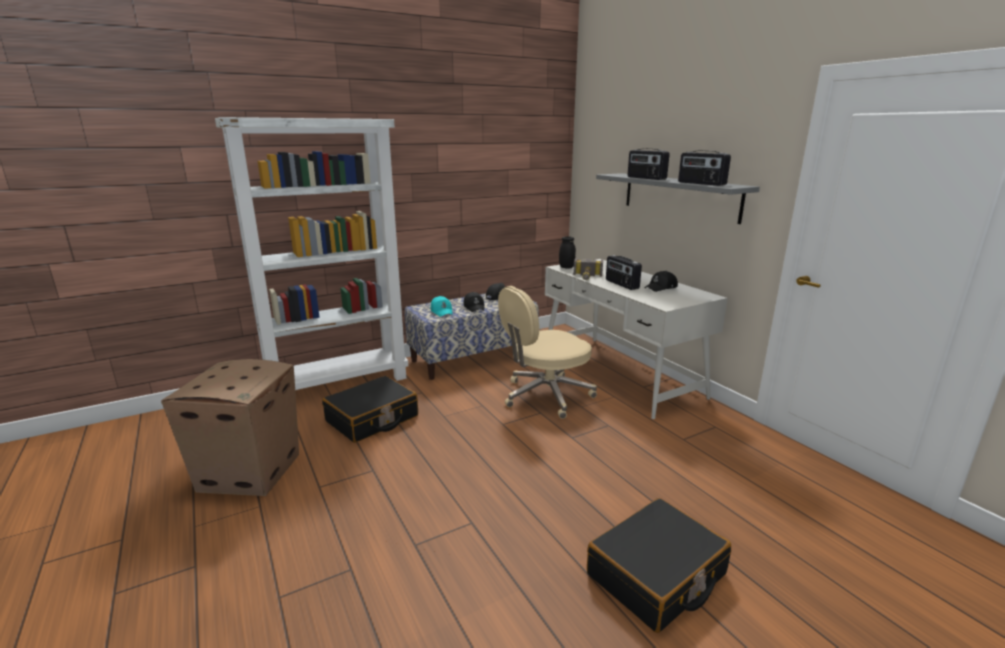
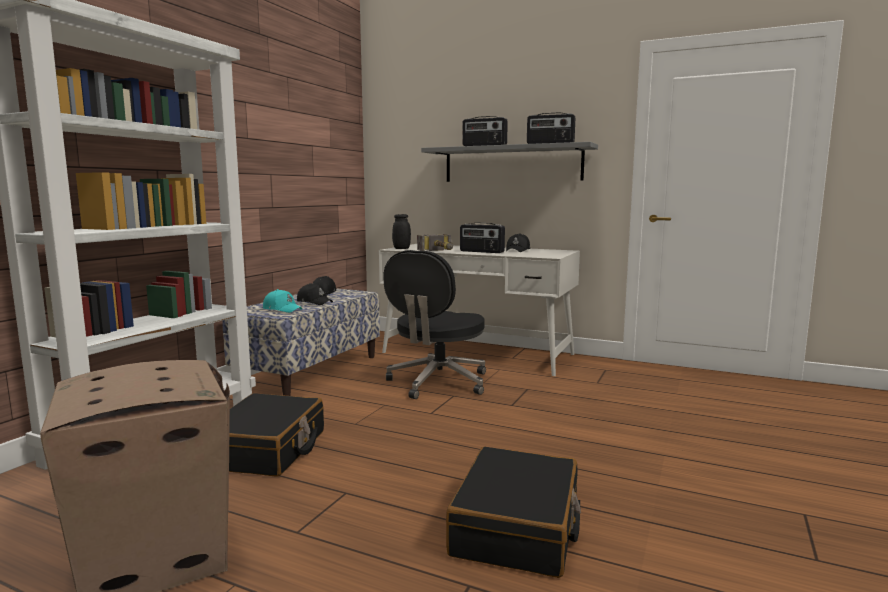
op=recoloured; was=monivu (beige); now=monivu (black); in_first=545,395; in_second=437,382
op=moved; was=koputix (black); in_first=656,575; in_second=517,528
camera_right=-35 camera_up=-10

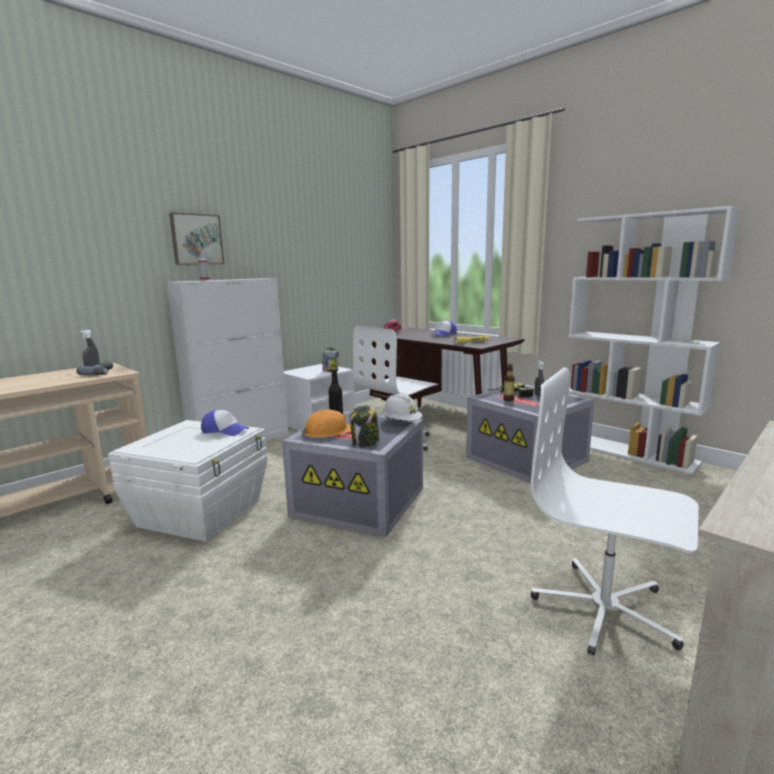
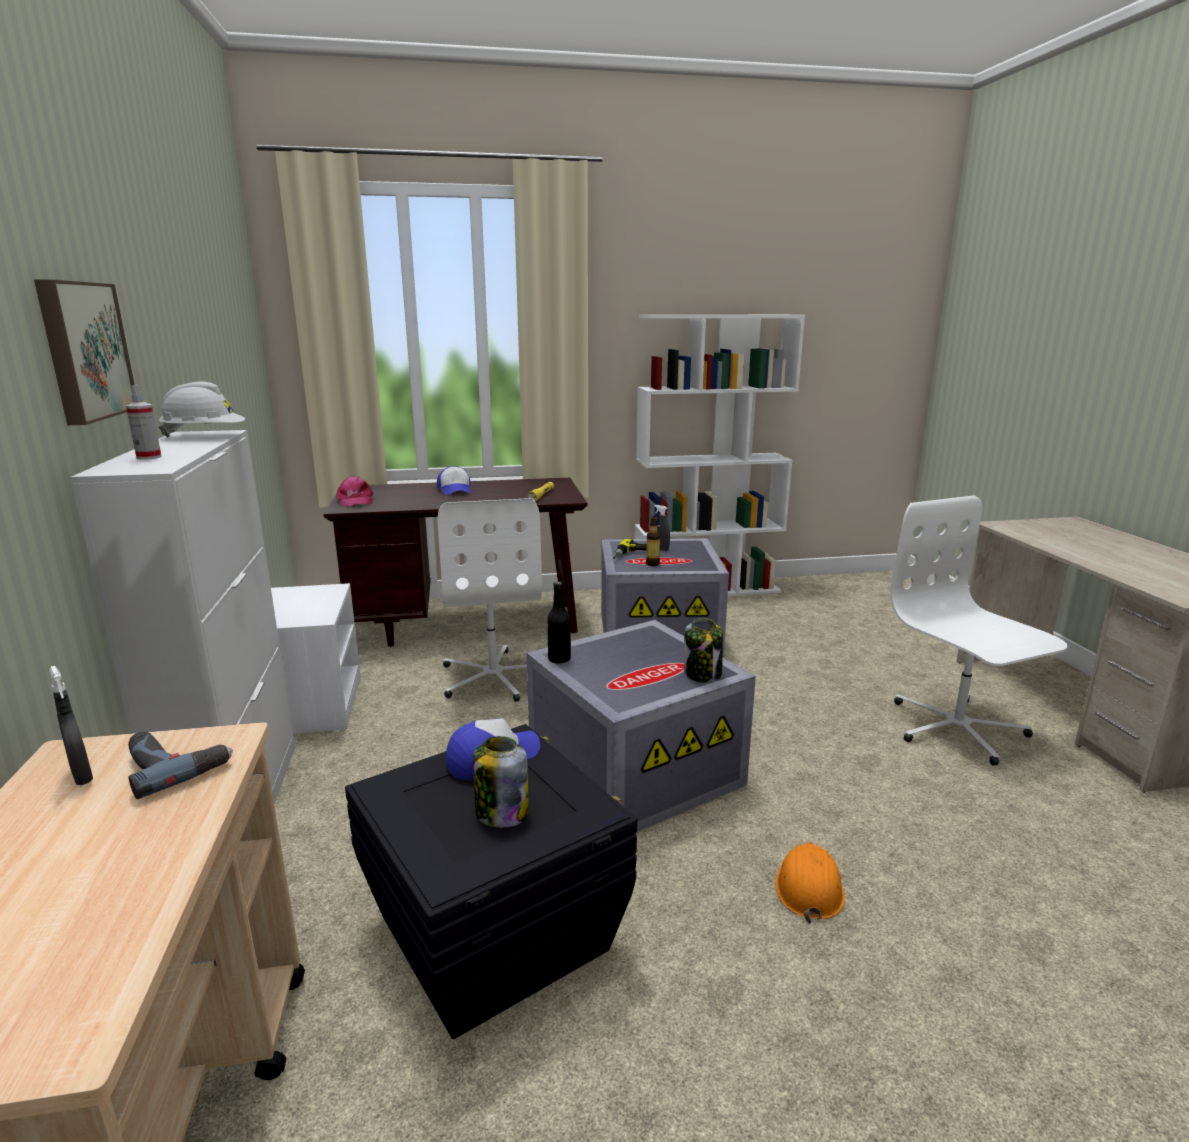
op=recoloured; was=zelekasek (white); now=zelekasek (black); in_first=201,512; in_second=494,931
op=moved; was=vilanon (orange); in_first=328,432; in_second=808,887
op=moved; was=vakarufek; in_first=330,371; in_second=501,812
op=moved; was=vilanon (white); in_first=402,422; in_second=205,436
op=turned; was=monivu (white); in_first=604,609; in_second=956,728; clockwise=90
camera_right=-55 camera_up=5

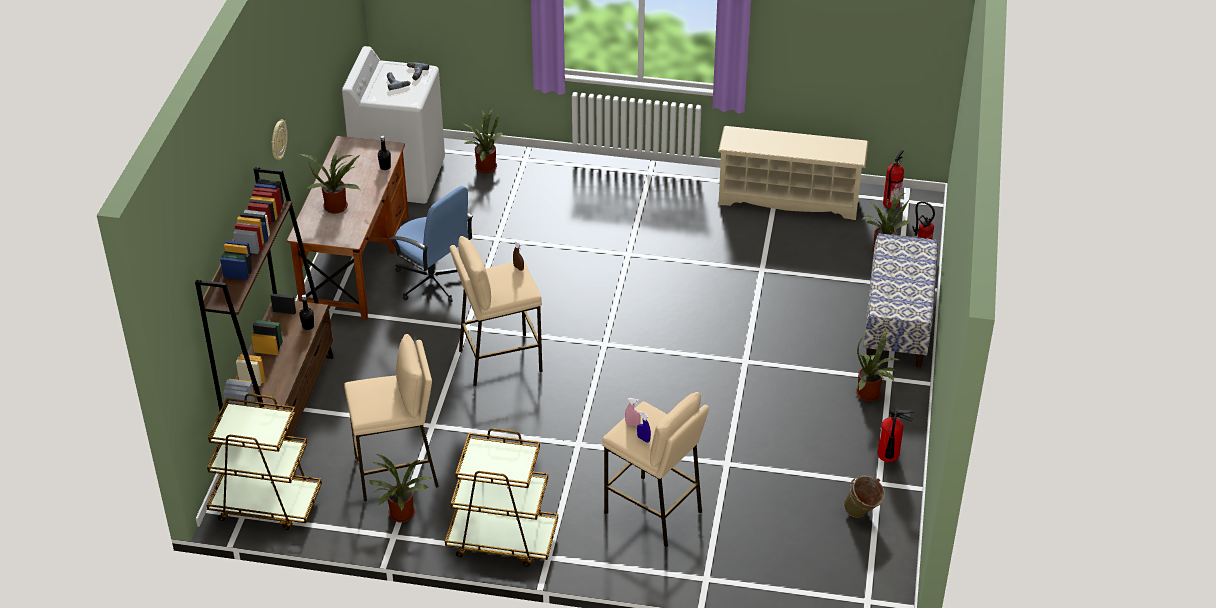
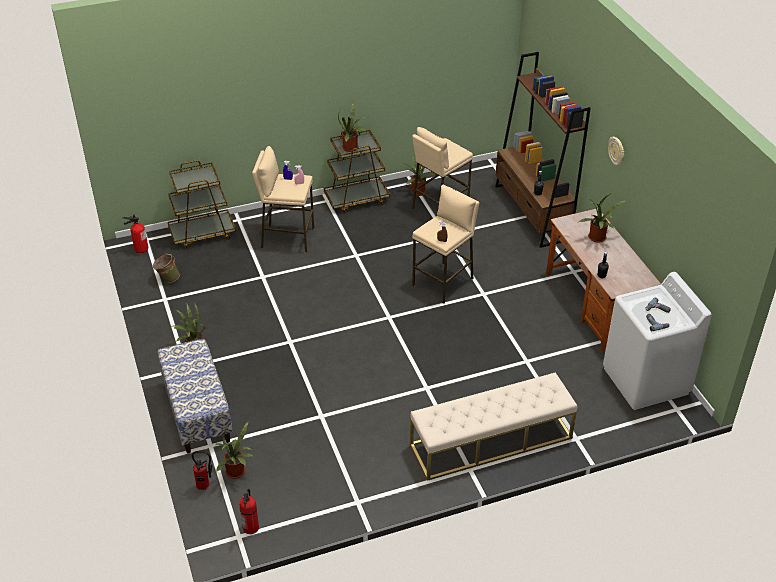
op=moved; was=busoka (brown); in_first=265,504; in_second=203,233
op=removed; was=monivu (blue); in_first=432,281
op=moved; was=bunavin; in_first=484,166; in_second=352,148
op=removed; was=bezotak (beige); in_first=789,199
op=moved; was=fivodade; in_first=889,459; in_second=140,249
op=added; now=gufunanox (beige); in_second=490,441
camera_right=150 camera_up=0

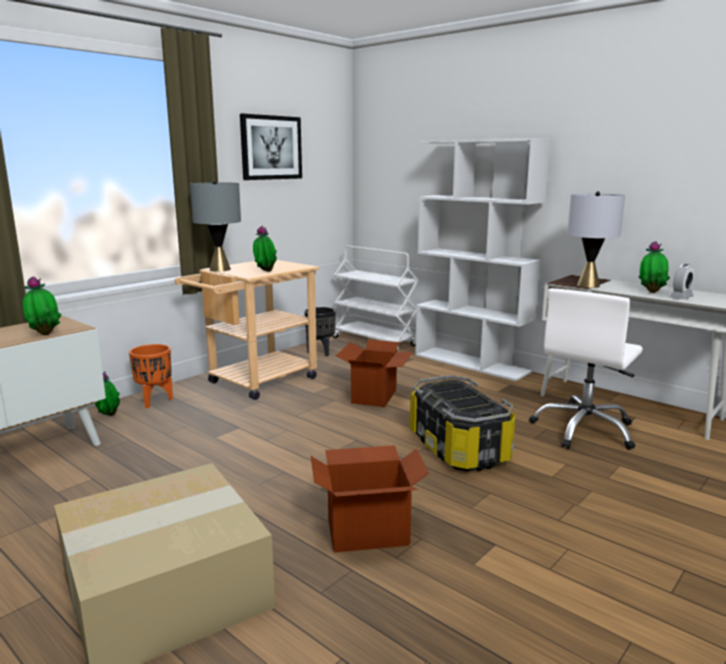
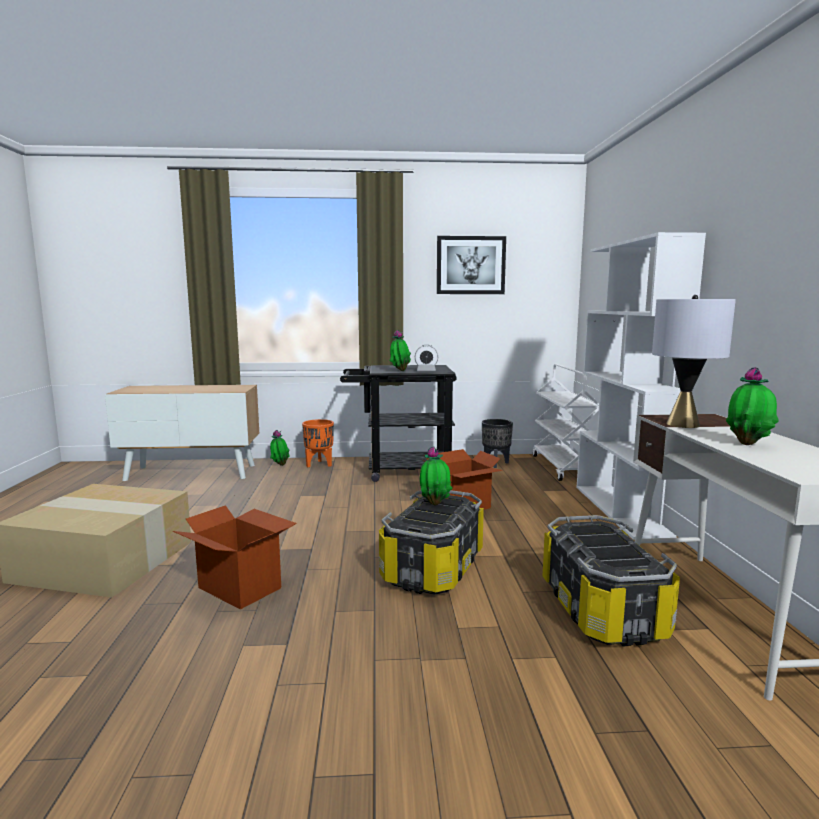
op=moved; was=bunavin; in_first=44,334; in_second=435,503
op=recoloured; was=busoka (beige); now=busoka (black); in_first=255,383; in_second=400,471
op=removed; was=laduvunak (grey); in_first=219,269
op=replaced; was=monivu (white); now=zelekasek; in_first=584,430; in_second=601,609
op=moved; was=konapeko; in_first=681,297; in_second=426,371
camera_right=45 camera_up=-5

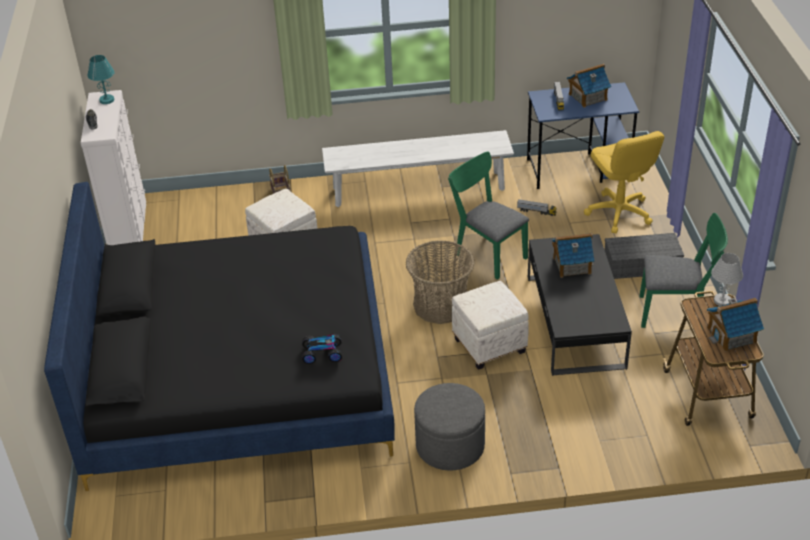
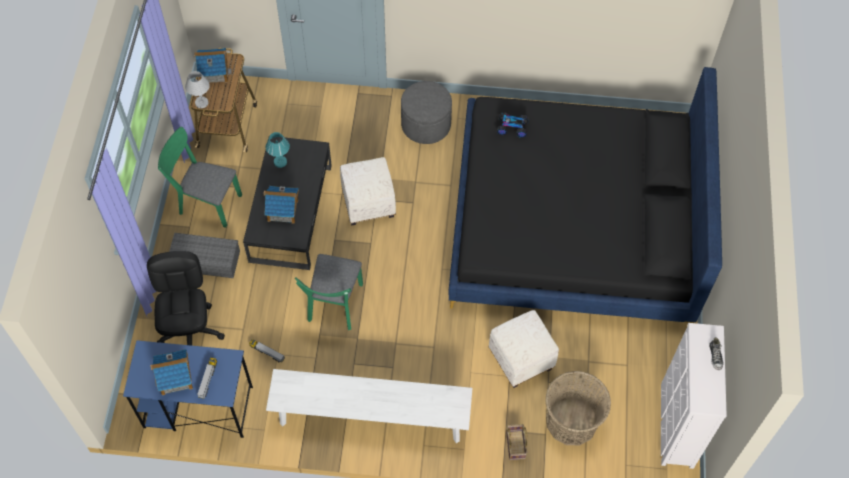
op=moved; was=laduvunak (turquoise); in_first=106,100; in_second=280,162
op=moved; was=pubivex; in_first=441,305; in_second=571,421
op=turned; was=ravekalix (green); in_first=487,253; in_second=334,307; clockwise=45
op=recoloured; was=monivu (yellow); now=monivu (black); in_first=618,213; in_second=191,331
camera_right=-170 camera_up=20

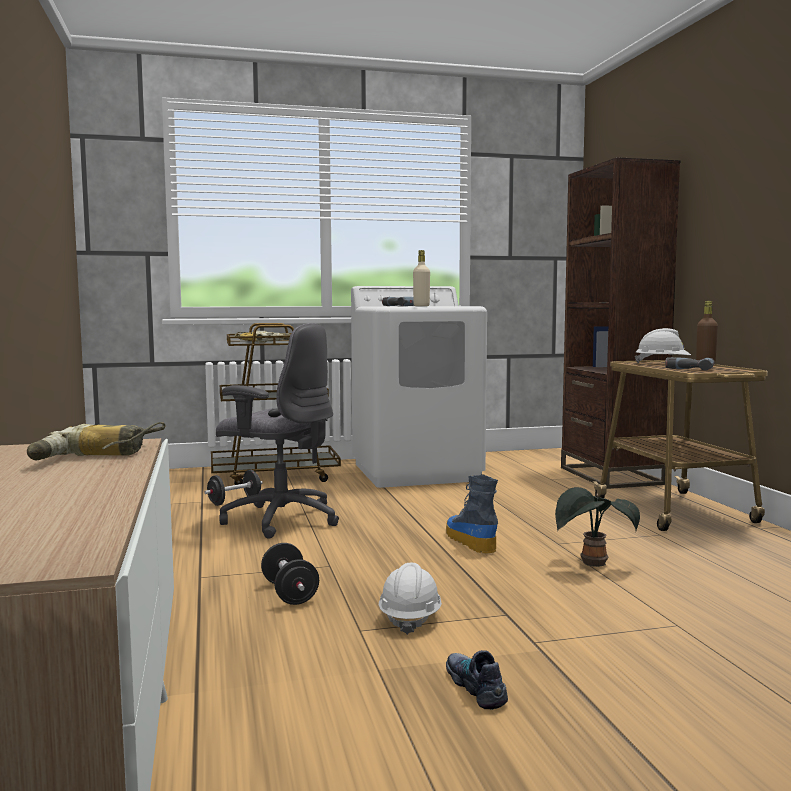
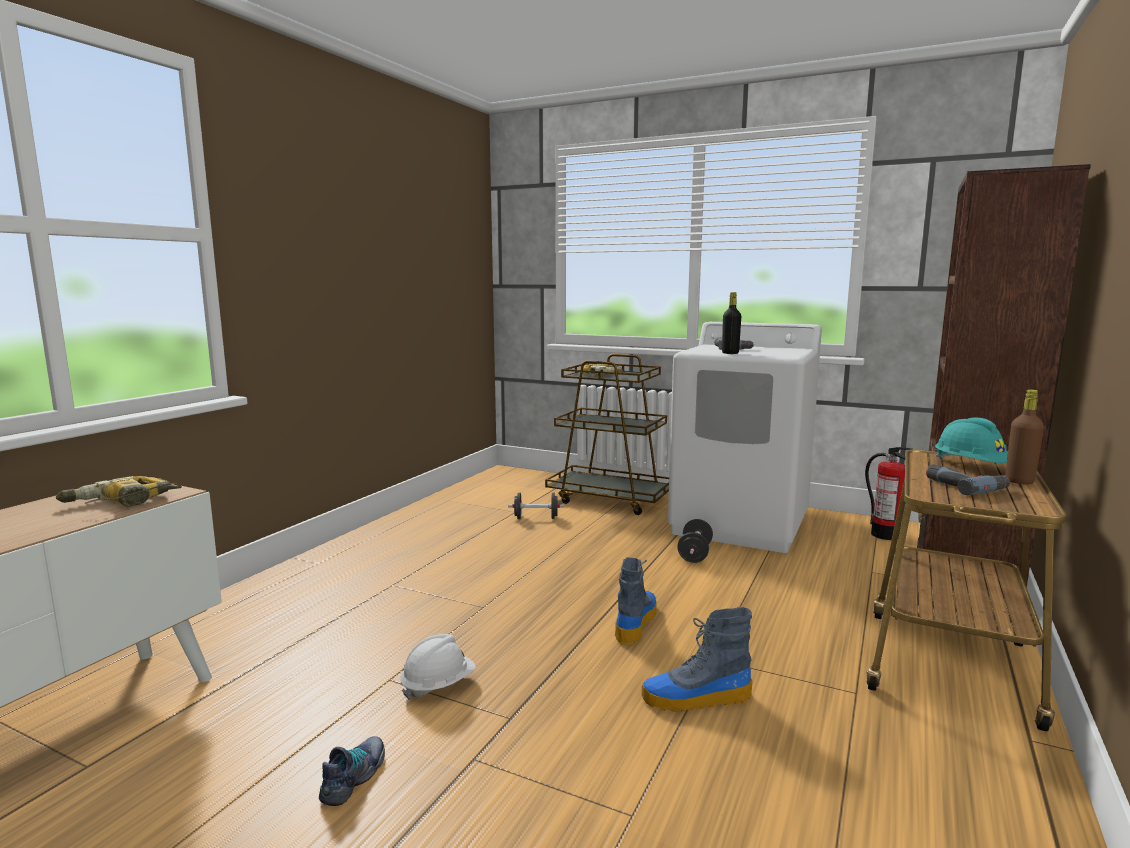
op=removed; was=monivu (grey); in_first=280,519
op=moved; was=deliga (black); in_first=289,593; in_second=694,554
op=recoloured; was=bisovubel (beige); now=bisovubel (black); in_first=421,306; in_second=730,353
op=replaced; was=bunavin; now=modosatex; in_first=591,564; in_second=696,699
op=recoloured; was=vilanon (white); now=vilanon (turquoise); in_first=662,364; in_second=971,466
op=added; now=fivodade; in_second=885,535
camera_right=40 camera_up=5

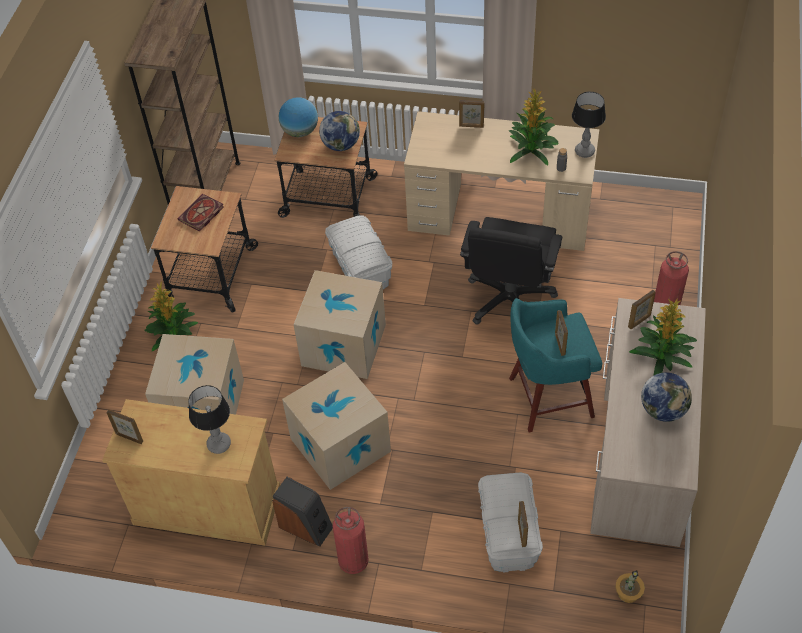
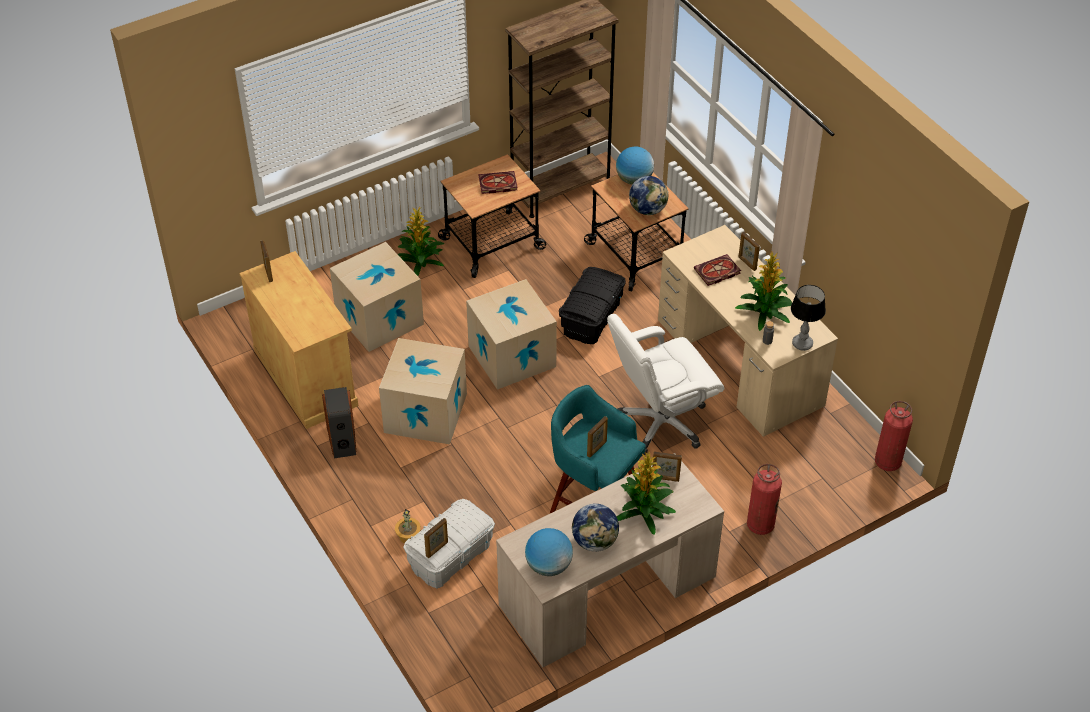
op=removed; was=laduvunak; in_first=219,444
op=recoloured; was=zelekasek (white); now=zelekasek (black); in_first=361,267; in_second=592,318
op=moved; was=fivodade; in_first=353,561; in_second=887,462
op=recoloured; was=monivu (black); now=monivu (white); in_first=509,300; in_second=661,422
op=moved; was=bunavin; in_first=628,593; in_second=408,536
op=added; now=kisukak; in_second=549,566
op=added; now=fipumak; in_second=716,272
camera_right=45 camera_up=-5

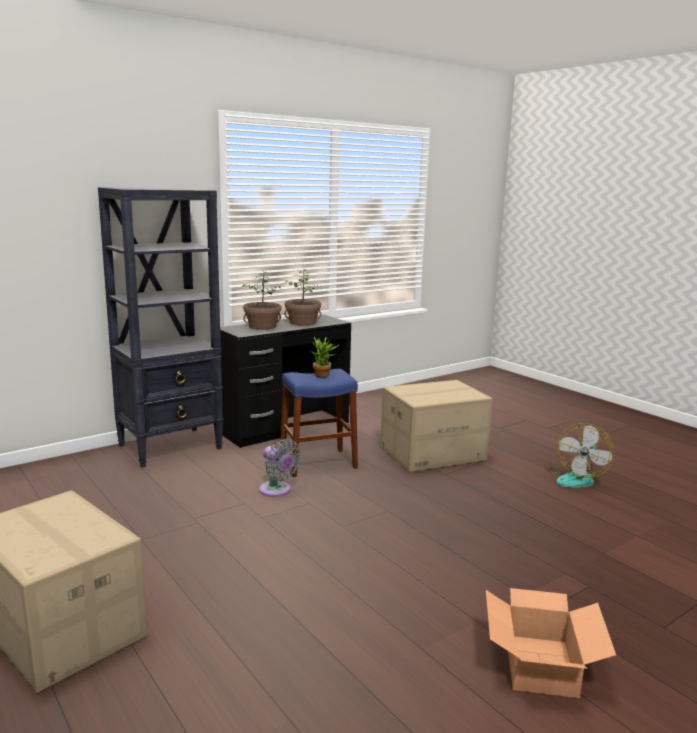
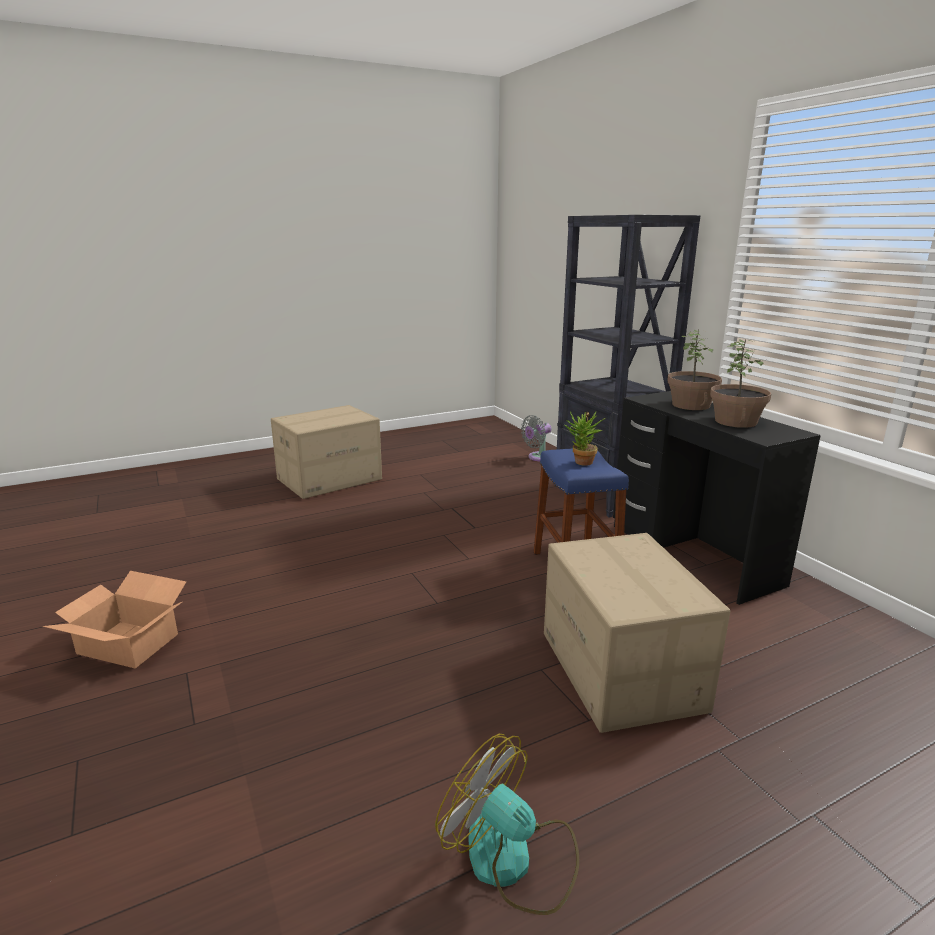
op=moved; was=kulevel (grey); in_first=277,491; in_second=538,457
camera_right=100 camera_up=5

